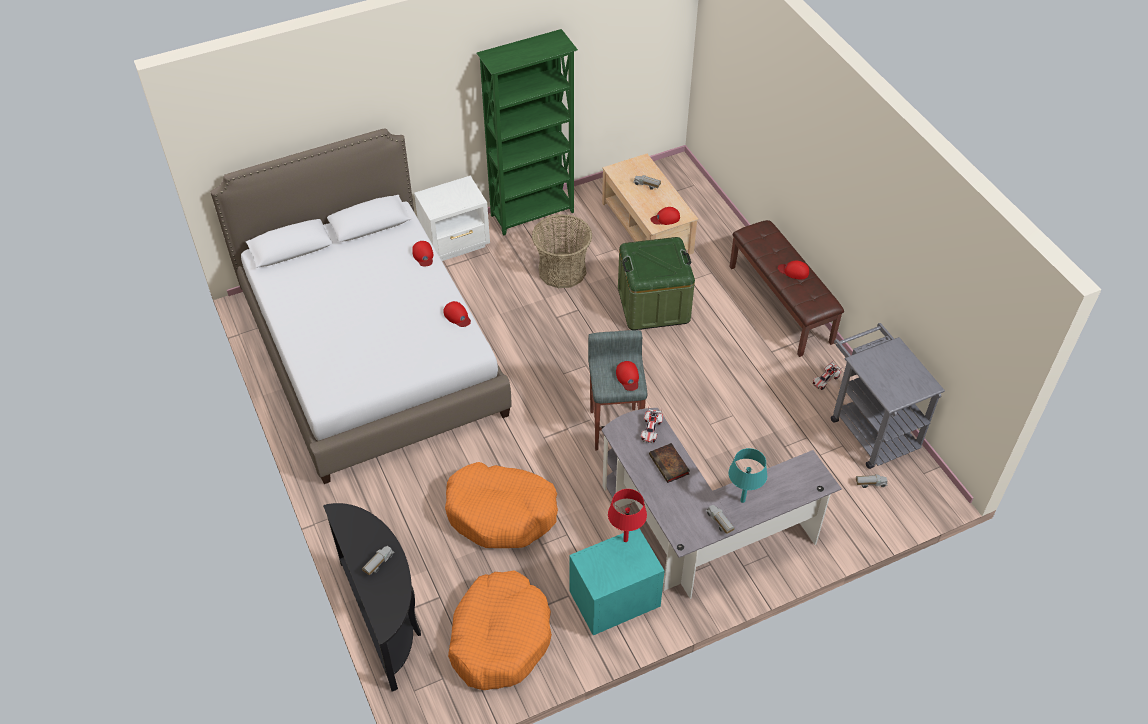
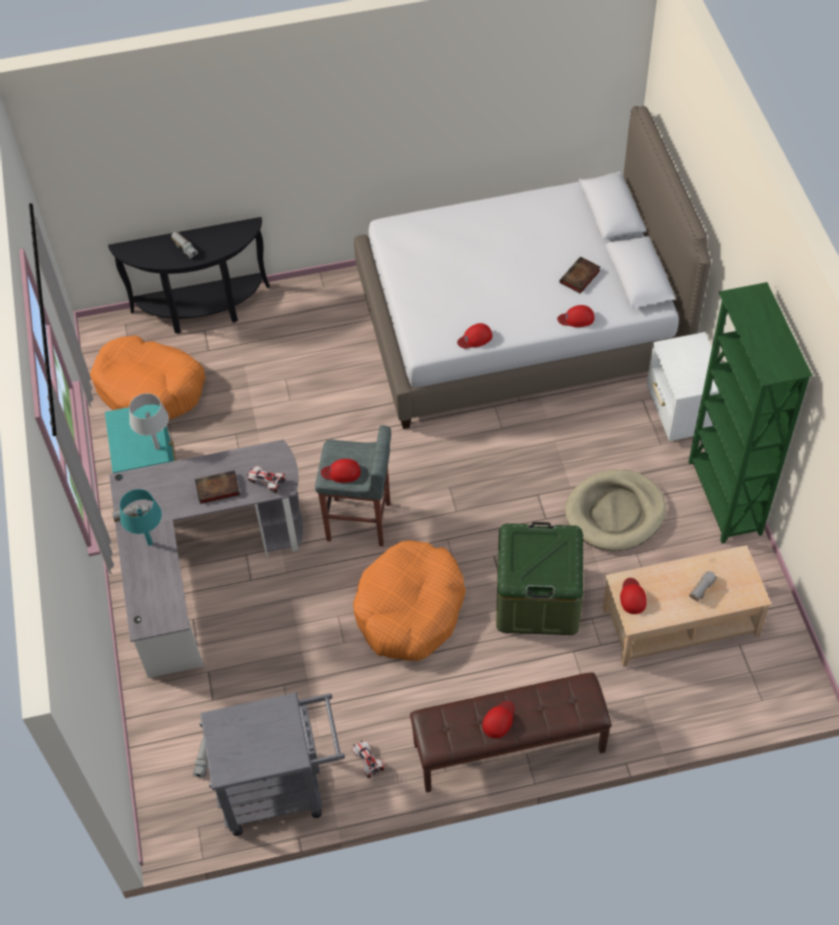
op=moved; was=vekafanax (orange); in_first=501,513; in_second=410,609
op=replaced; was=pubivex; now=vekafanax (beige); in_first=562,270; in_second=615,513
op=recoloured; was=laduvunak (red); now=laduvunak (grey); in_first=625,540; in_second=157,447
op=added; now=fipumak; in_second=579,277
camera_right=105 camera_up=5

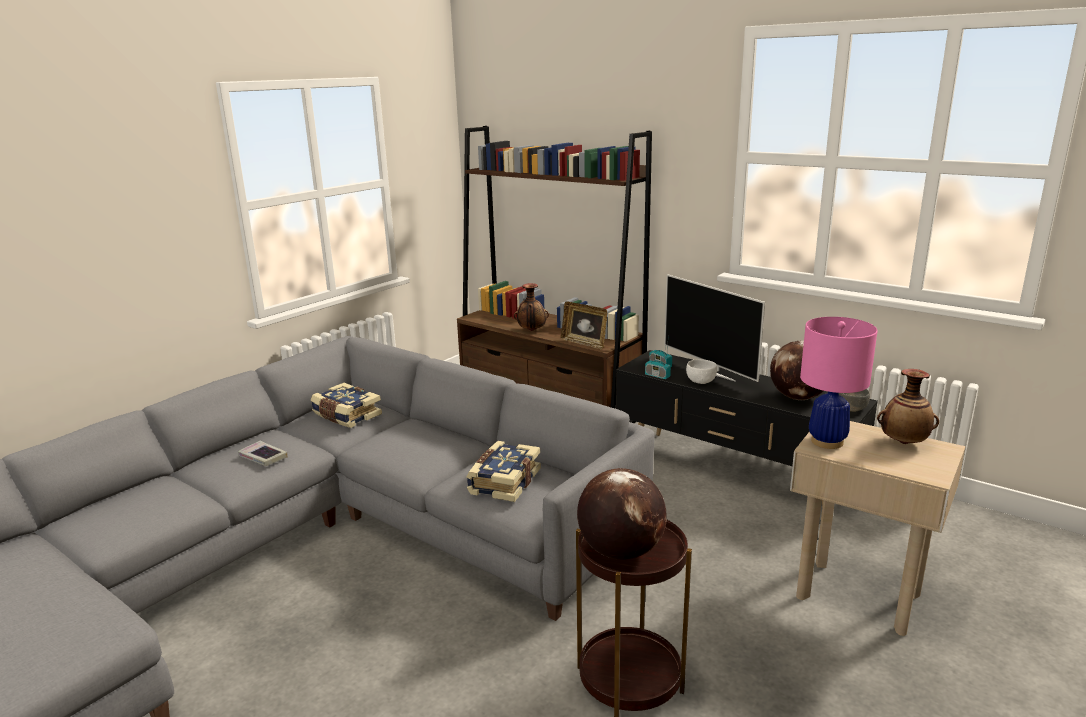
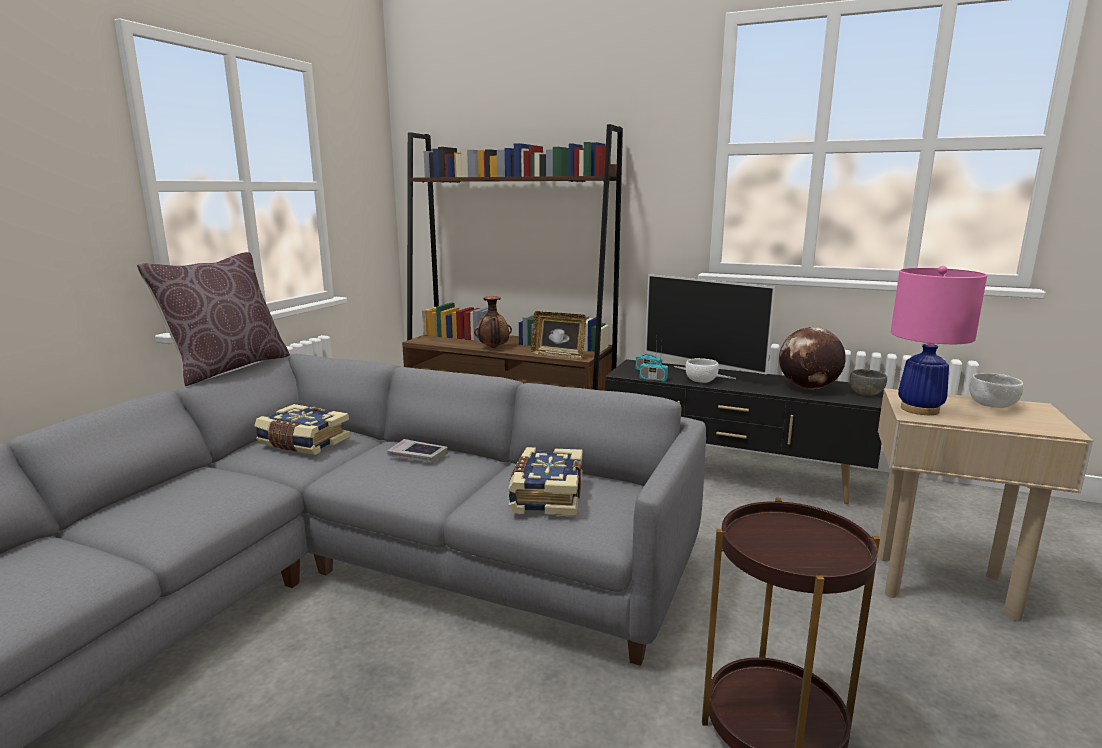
op=moved; was=fipumak; in_first=263,457; in_second=417,456
op=removed; was=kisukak; in_first=620,551
op=replaced; was=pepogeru; now=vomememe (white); in_first=903,442; in_second=992,404
op=added; now=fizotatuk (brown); in_second=228,368
camera_right=-15 camera_up=-5

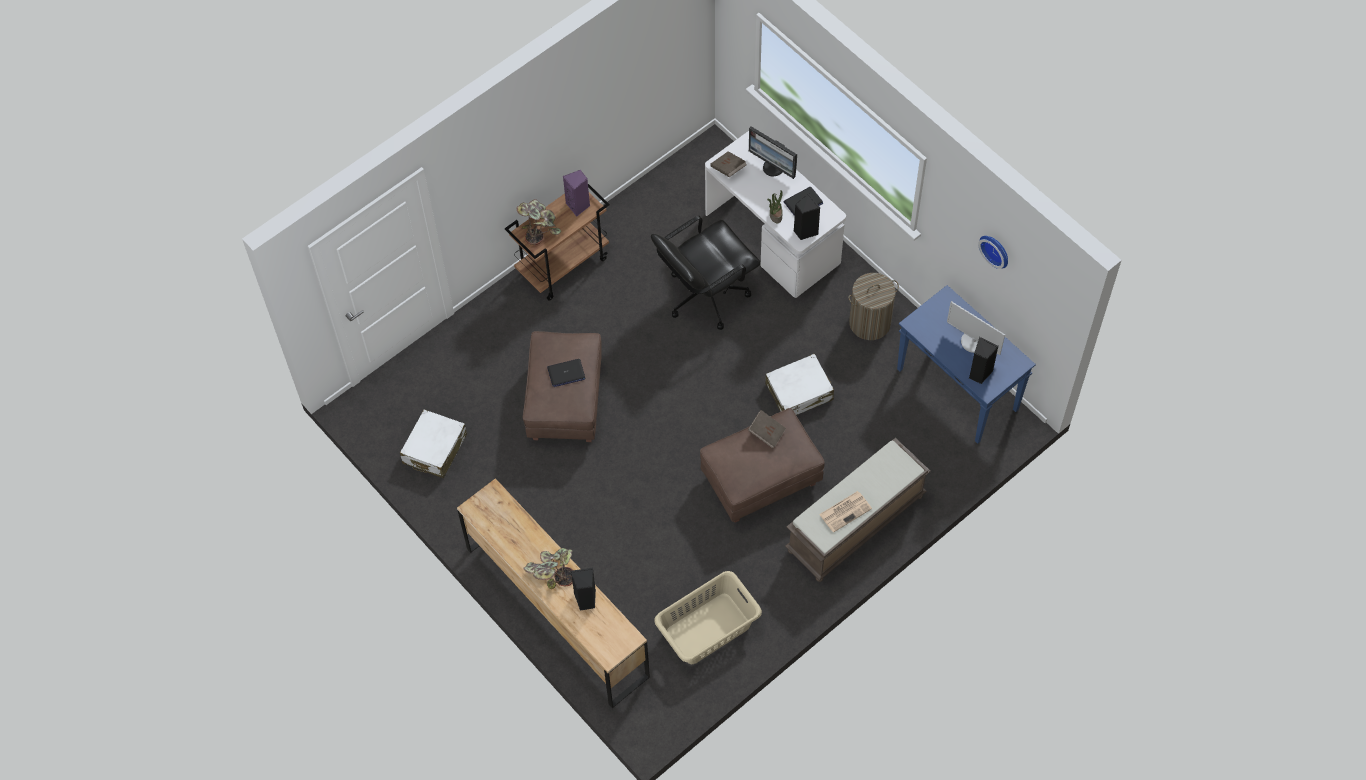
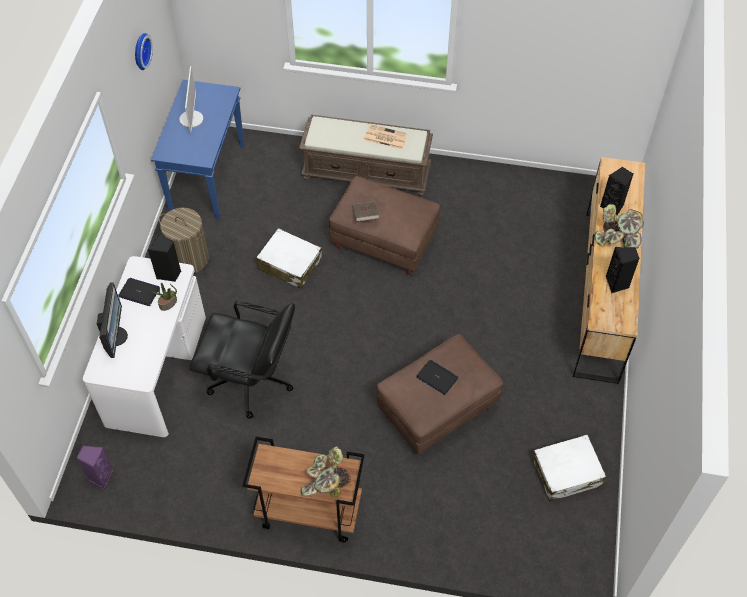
op=moved; was=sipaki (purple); in_first=578,206; in_second=100,476
op=removed; was=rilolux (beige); in_first=709,629
op=removed; was=fipumak (brown); in_first=728,169
op=moved; was=sipaki (black); in_first=979,373; in_second=617,284
camera_right=-130 camera_up=-5

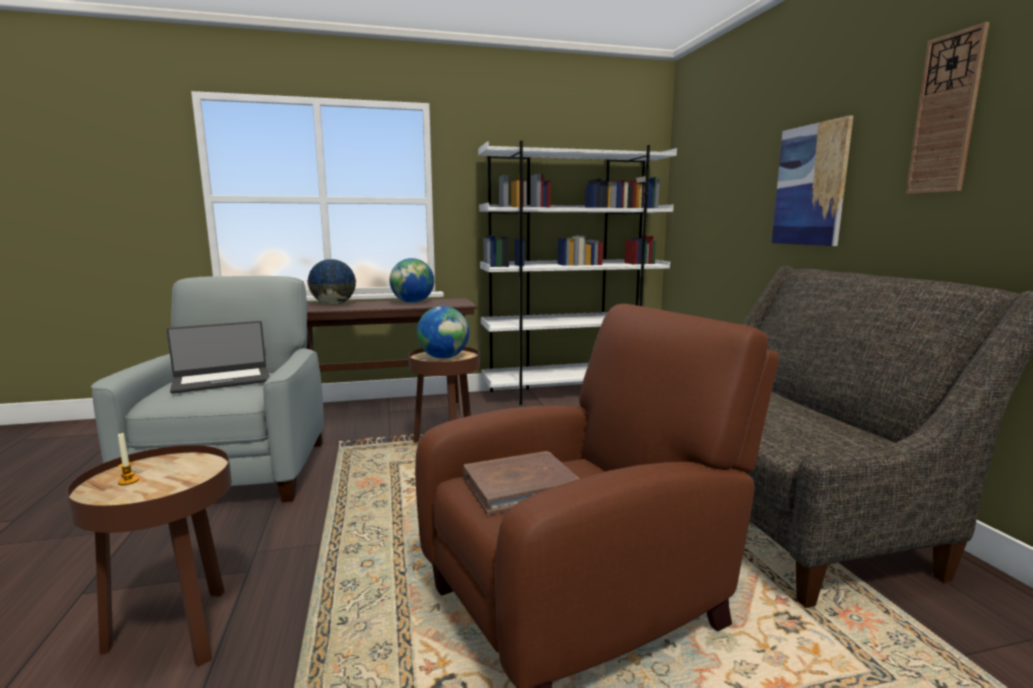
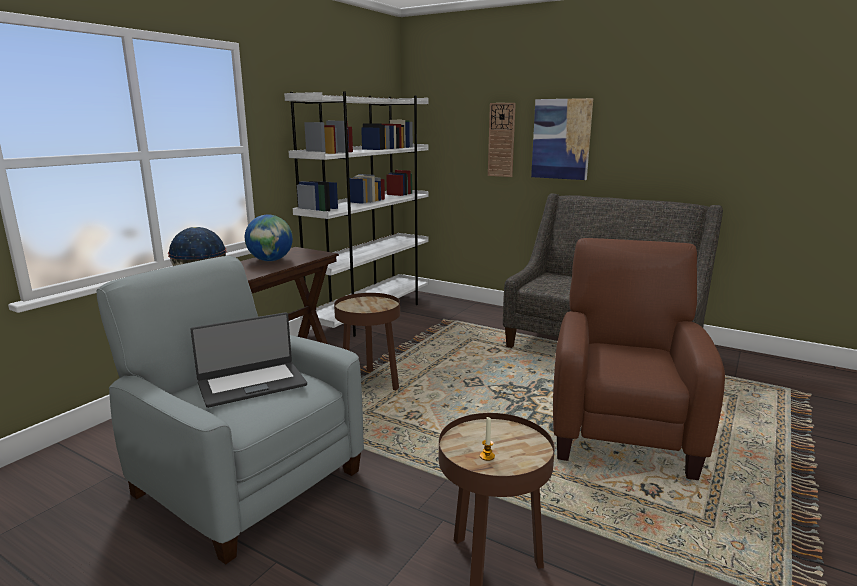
op=turned; was=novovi; in_first=222,380; in_second=252,384; clockwise=45
op=removed; was=kisukak; in_first=443,357
op=removed; was=fipumak (brown); in_first=520,486
op=moved; was=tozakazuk; in_first=946,114; in_second=501,140
camera_right=-45 camera_up=5

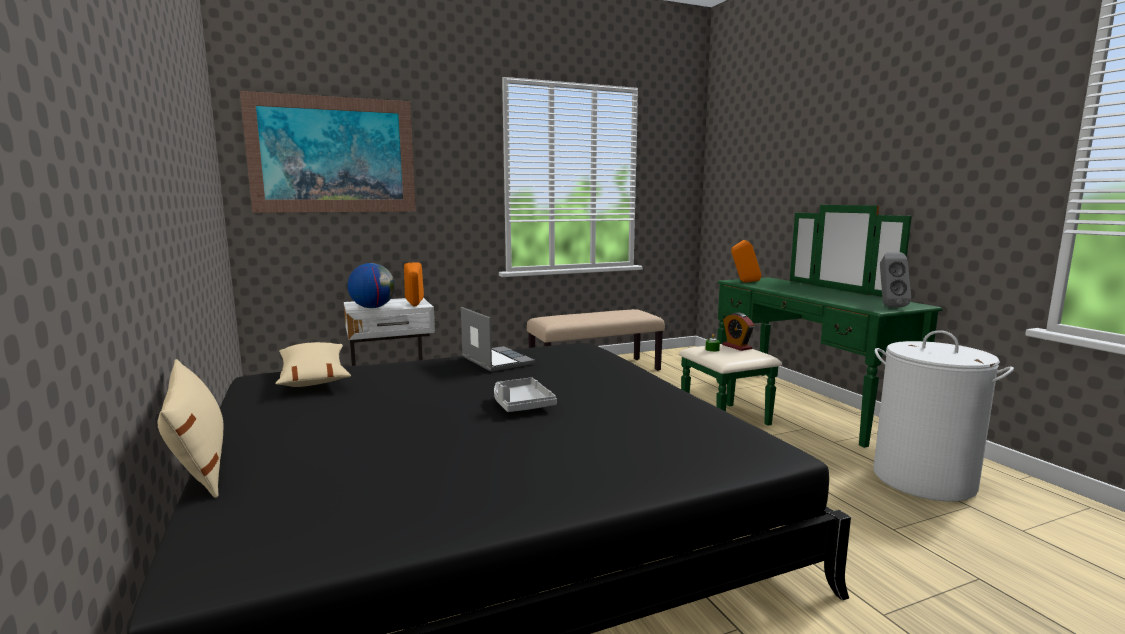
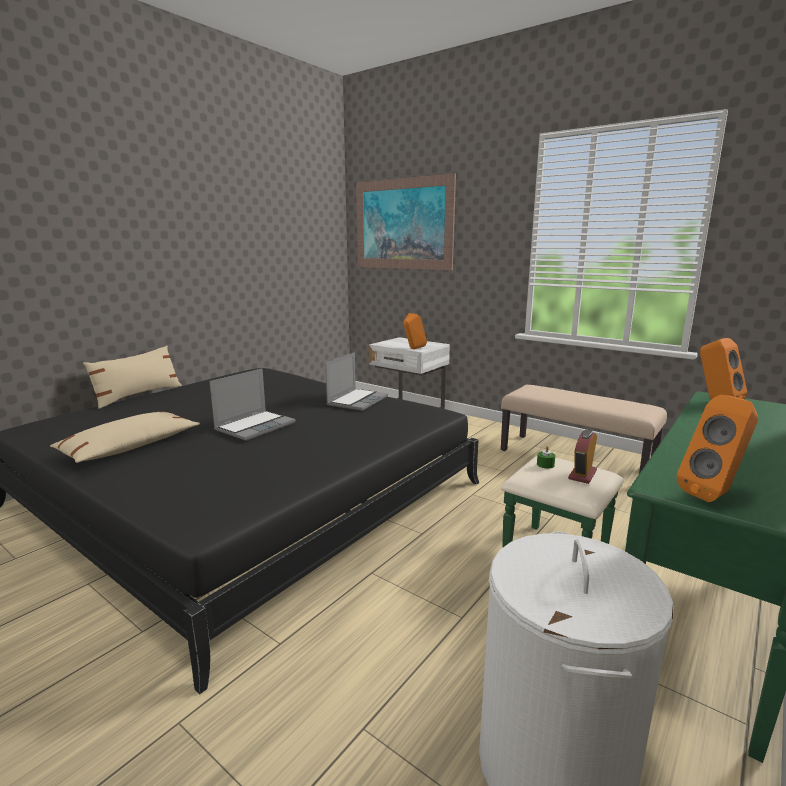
op=moved; was=fizotatuk (beige); in_first=313,376; in_second=130,447
op=removed; was=kisukak; in_first=372,307
op=replaced; was=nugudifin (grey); now=novovi; in_first=521,404; in_second=255,426
op=recoloured; was=sipaki (grey); now=sipaki (orange); in_first=889,306; in_second=713,494
camera_right=60 camera_up=5

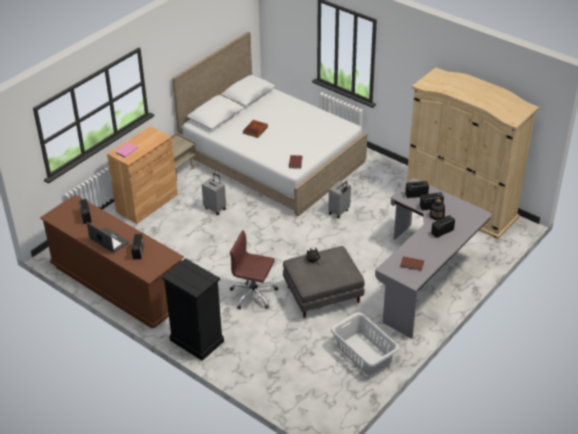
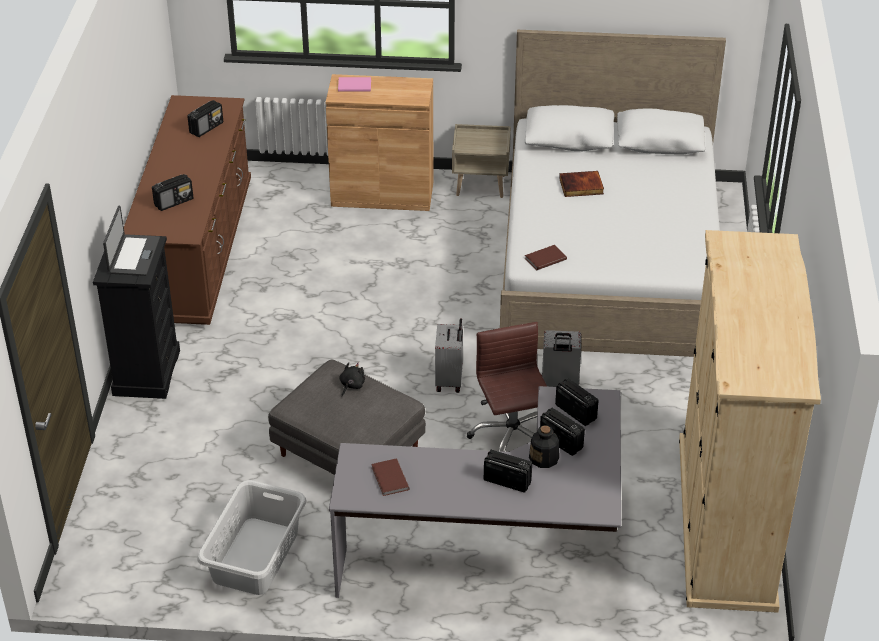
op=moved; was=novovi; in_first=109,241; in_second=133,255
op=moved; was=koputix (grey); in_first=215,208; in_second=450,381
op=moved; was=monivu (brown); in_first=253,295; in_second=511,438
camera_right=55 camera_up=0

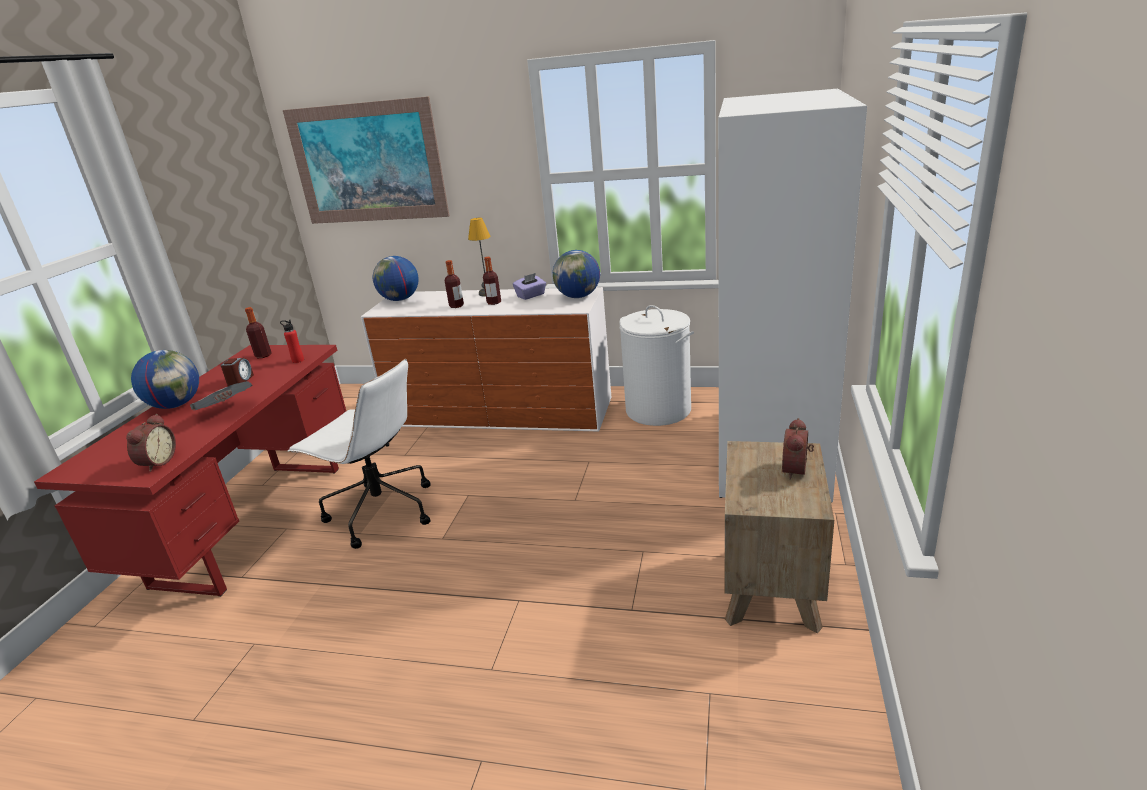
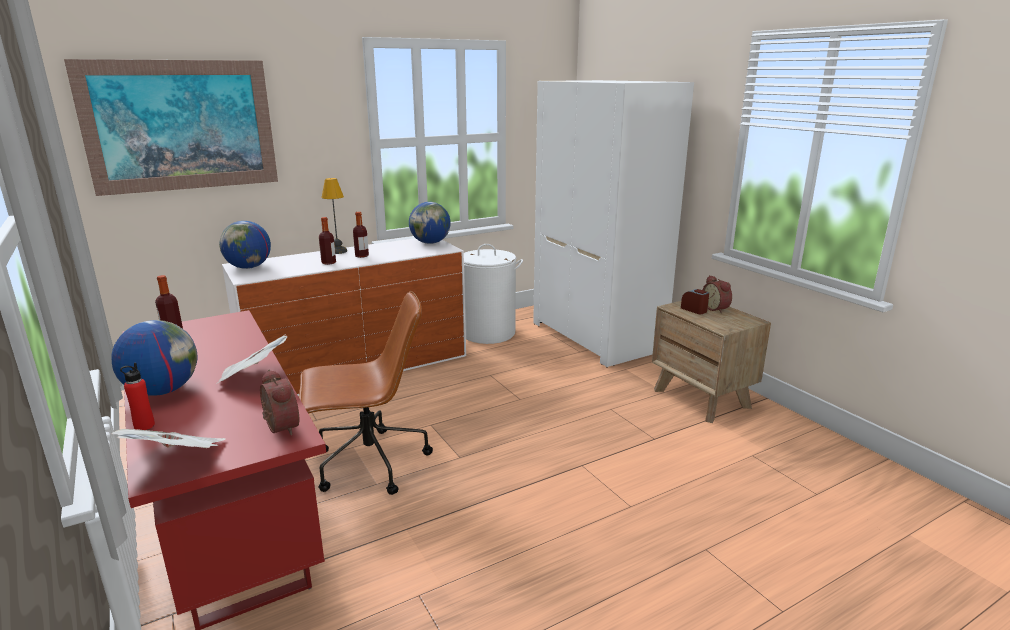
op=moved; was=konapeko; in_first=240,381; in_second=694,310
op=moved; was=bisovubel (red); in_first=298,360; in_second=144,426
op=recoloured; was=monivu (white); now=monivu (brown); in_first=380,512; in_second=369,464
op=removed; was=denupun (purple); in_first=531,295
op=added; now=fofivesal; in_second=178,459
camera_right=-45 camera_up=-5

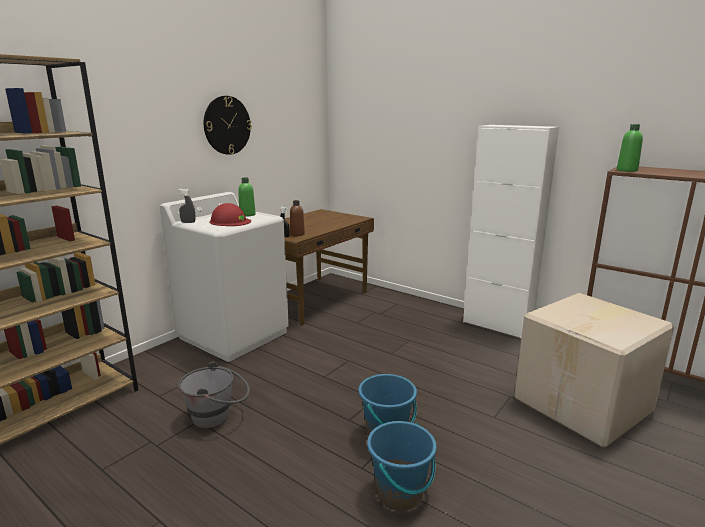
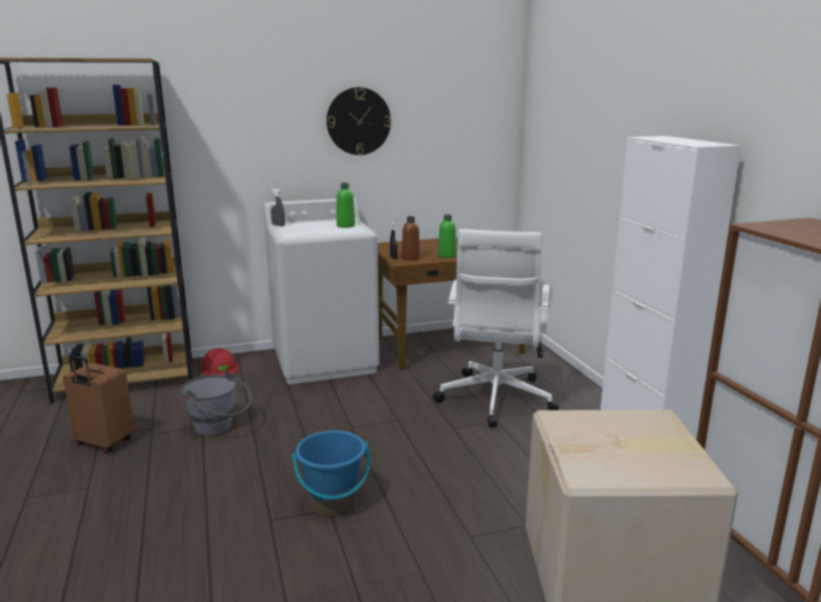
op=moved; was=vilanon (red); in_first=230,221; in_second=219,368
op=removed; was=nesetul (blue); in_first=400,493
op=moved; was=bisovubel (green); in_first=627,170; in_second=446,256
op=added; now=koputix (brown); in_second=103,443
op=added; now=monivu (white); in_second=495,400
camera_right=35 camera_up=0

